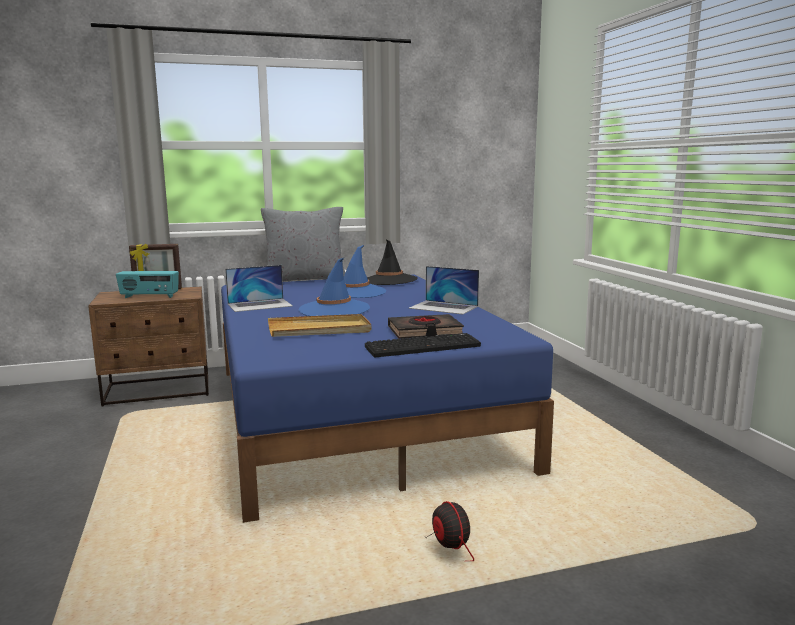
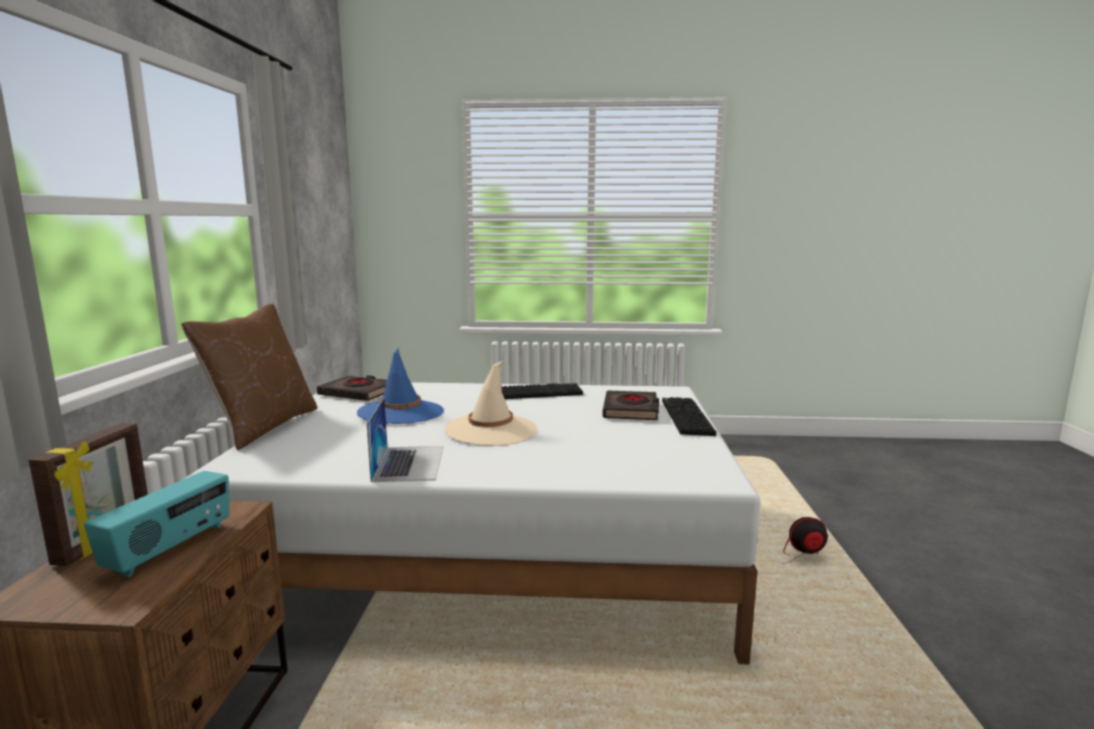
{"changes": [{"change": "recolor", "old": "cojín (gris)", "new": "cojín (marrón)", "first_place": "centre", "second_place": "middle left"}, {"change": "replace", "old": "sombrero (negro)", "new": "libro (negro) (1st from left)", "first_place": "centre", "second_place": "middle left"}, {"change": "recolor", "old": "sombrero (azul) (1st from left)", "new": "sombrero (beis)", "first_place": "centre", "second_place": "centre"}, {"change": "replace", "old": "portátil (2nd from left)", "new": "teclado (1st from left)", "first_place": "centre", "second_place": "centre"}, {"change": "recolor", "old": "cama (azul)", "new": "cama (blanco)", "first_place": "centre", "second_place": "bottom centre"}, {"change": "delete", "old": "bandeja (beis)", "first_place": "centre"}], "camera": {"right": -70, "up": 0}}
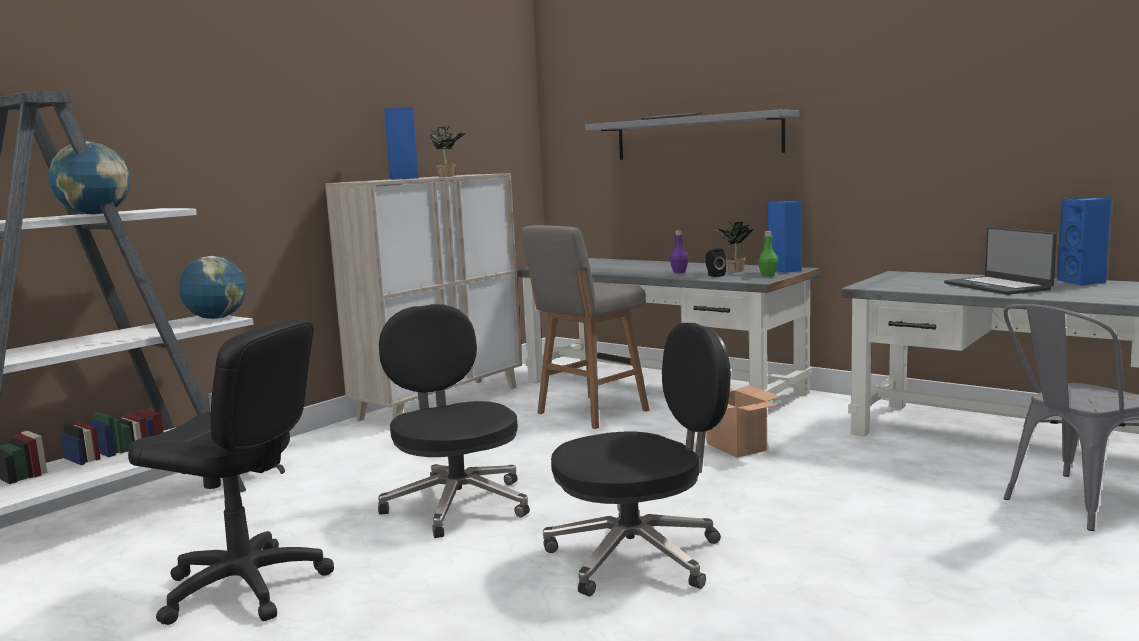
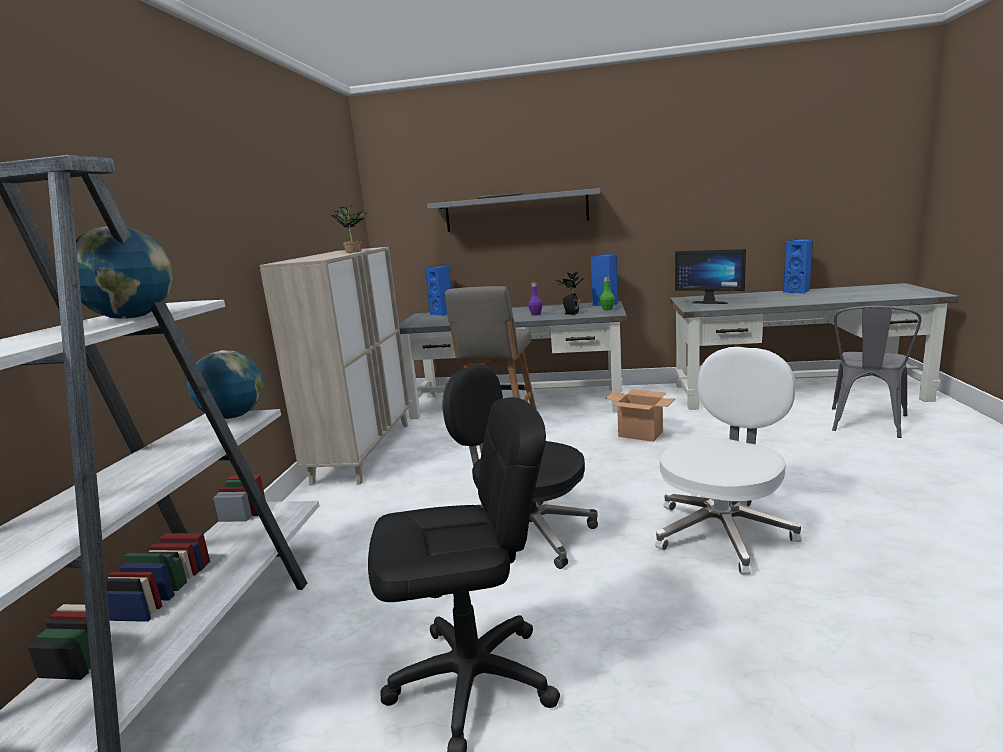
{"changes": [{"change": "move", "old": "altavoz (azul) (1st from left)", "first_place": "top centre", "second_place": "centre"}, {"change": "delete", "old": "portátil", "first_place": "middle right"}, {"change": "recolor", "old": "silla de oficina (negro) (3rd from left)", "new": "silla de oficina (blanco)", "first_place": "bottom centre", "second_place": "middle right"}, {"change": "insert", "new": "monitor", "second_place": "middle right"}], "camera": {"right": -30, "up": 5}}
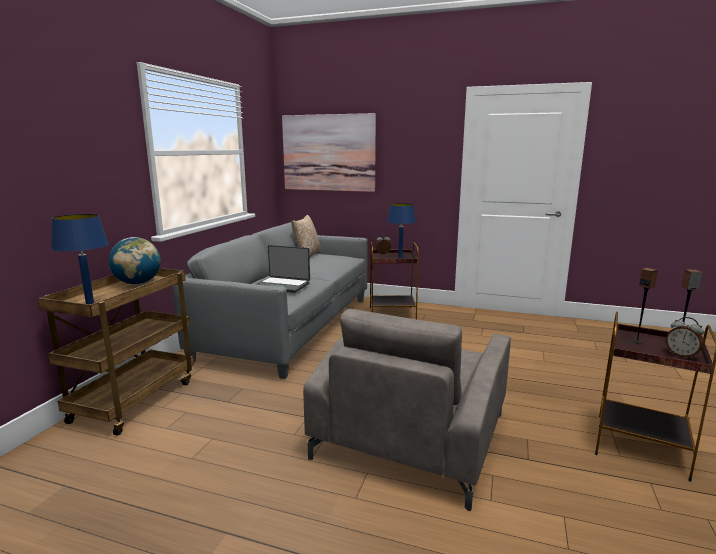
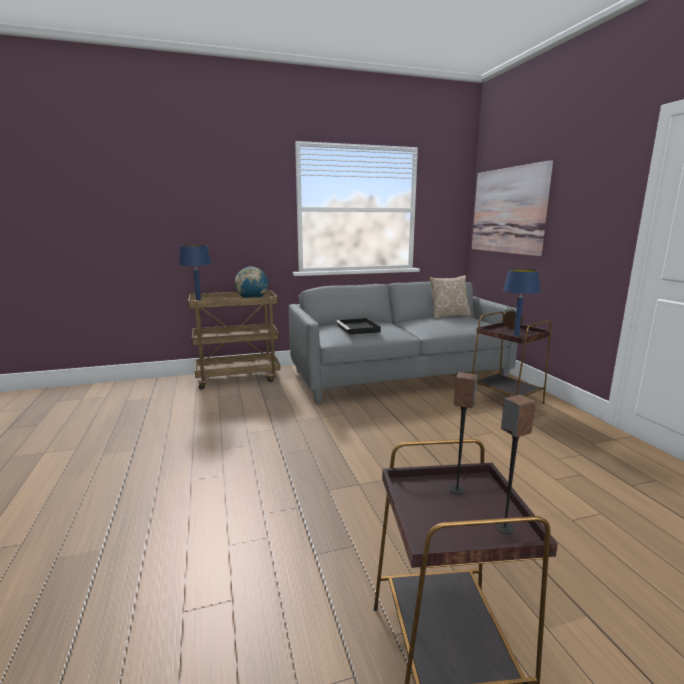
{"changes": [{"change": "replace", "old": "portátil", "new": "bandeja (negro)", "first_place": "centre", "second_place": "centre"}, {"change": "delete", "old": "sillón (gris)", "first_place": "bottom centre"}, {"change": "delete", "old": "despertador (2nd from left)", "first_place": "middle right"}], "camera": {"right": 55, "up": 0}}
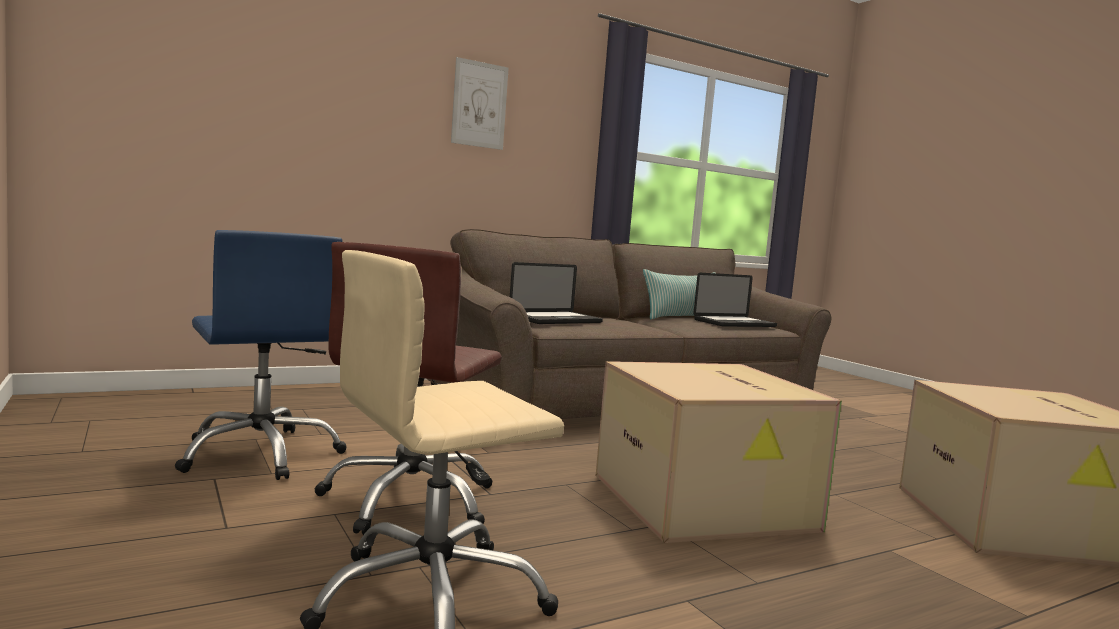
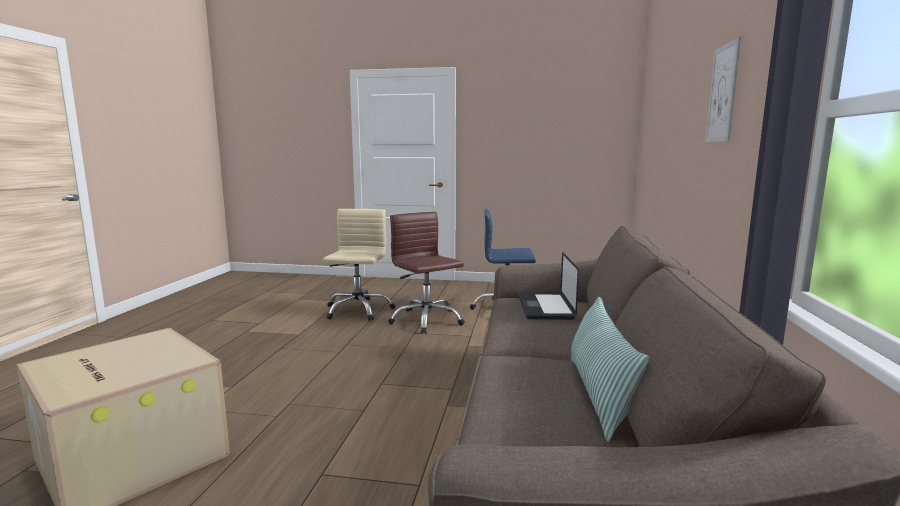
{"changes": [{"change": "delete", "old": "portátil (2nd from left)", "first_place": "centre"}, {"change": "delete", "old": "caja de cartón (1st from left)", "first_place": "bottom centre"}], "camera": {"right": 130, "up": 5}}
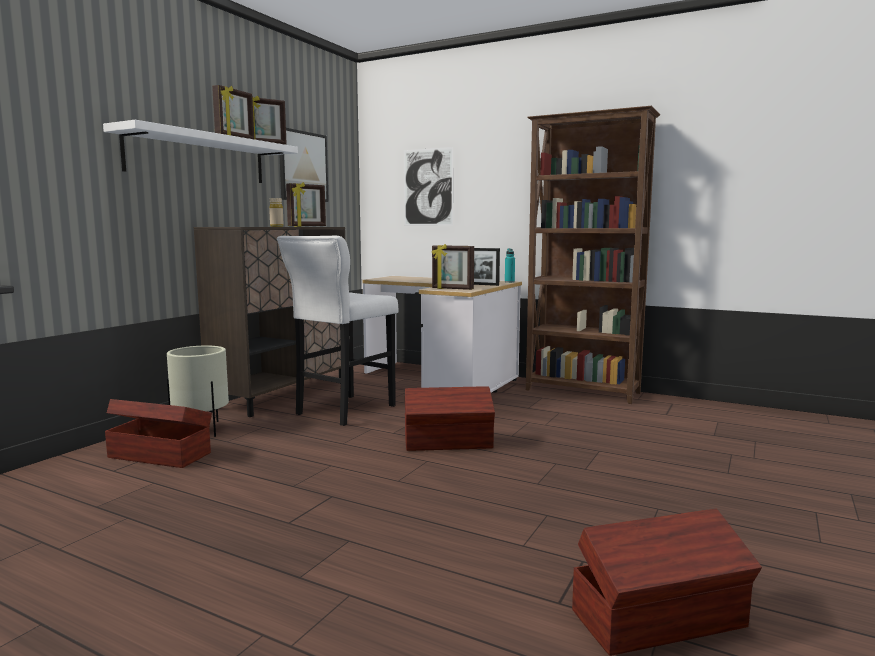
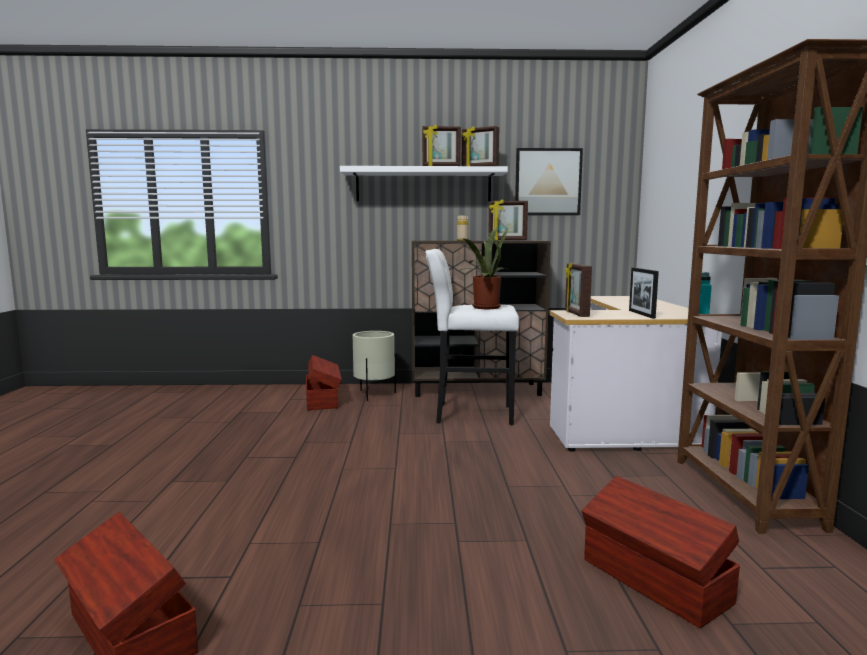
{"changes": [{"change": "delete", "old": "cuadro (2nd from left)", "first_place": "top centre"}, {"change": "move", "old": "caja de almacenaje (marrón) (2nd from left in the first image)", "new": "caja de almacenaje (marrón) (3rd from left)", "first_place": "centre", "second_place": "bottom right"}, {"change": "insert", "new": "planta en maceta", "second_place": "centre"}], "camera": {"right": 60, "up": 0}}
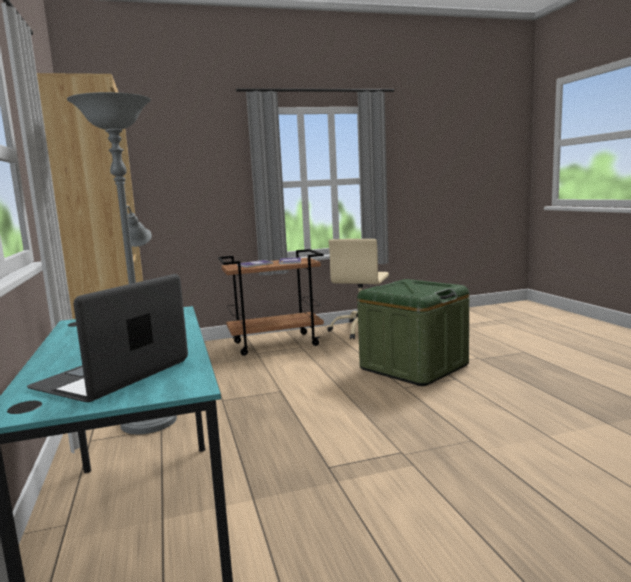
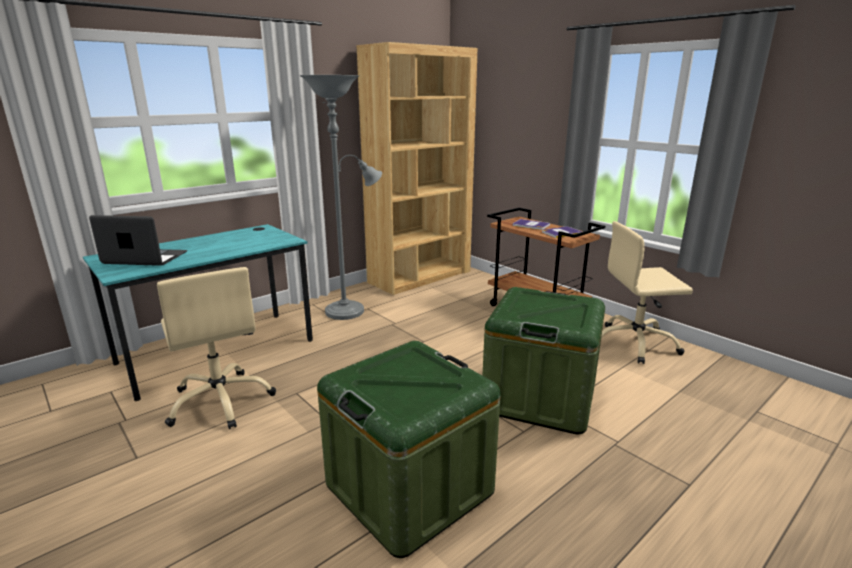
{"changes": [{"change": "insert", "new": "silla de oficina (beis) (1st from left)", "second_place": "middle left"}, {"change": "insert", "new": "caja de almacenaje (verde) (1st from left)", "second_place": "bottom centre"}], "camera": {"right": 65, "up": 10}}
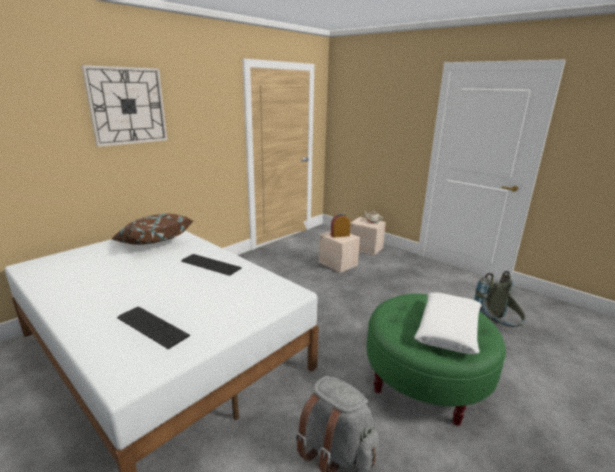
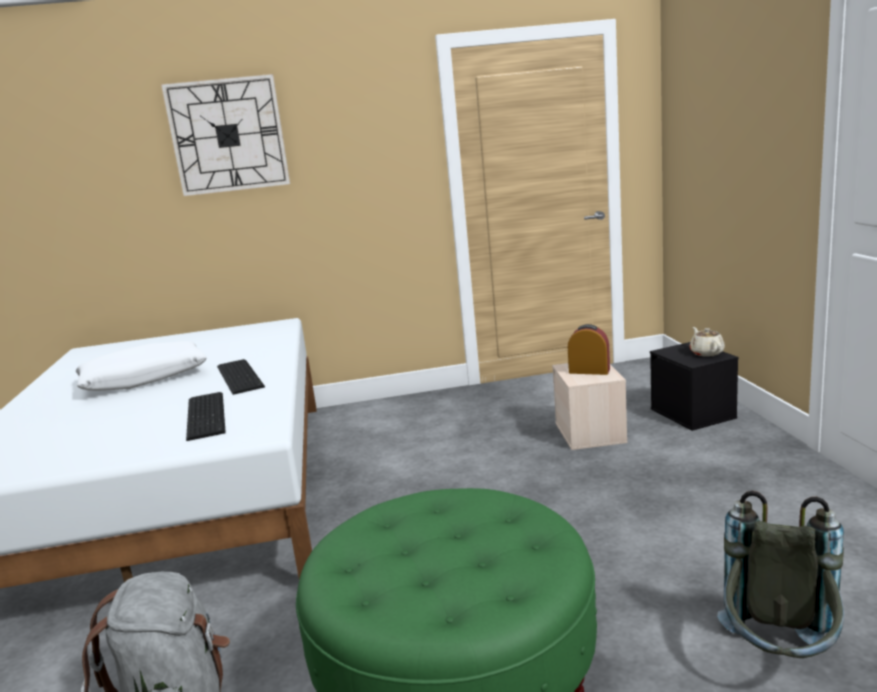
{"changes": [{"change": "delete", "old": "cojín (marrón)", "first_place": "middle left"}, {"change": "recolor", "old": "caja de almacenaje (beis) (2nd from left)", "new": "caja de almacenaje (negro)", "first_place": "centre", "second_place": "middle right"}, {"change": "move", "old": "cojín (blanco)", "first_place": "bottom right", "second_place": "middle left"}, {"change": "move", "old": "teclado (1st from left)", "first_place": "bottom left", "second_place": "middle left"}], "camera": {"right": 40, "up": -5}}
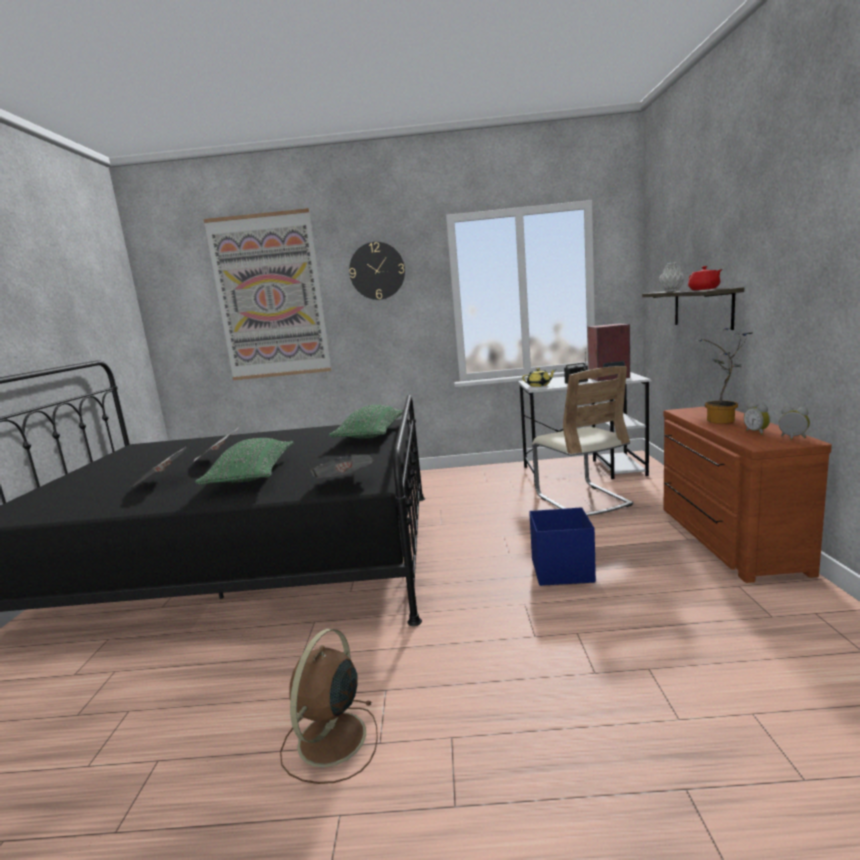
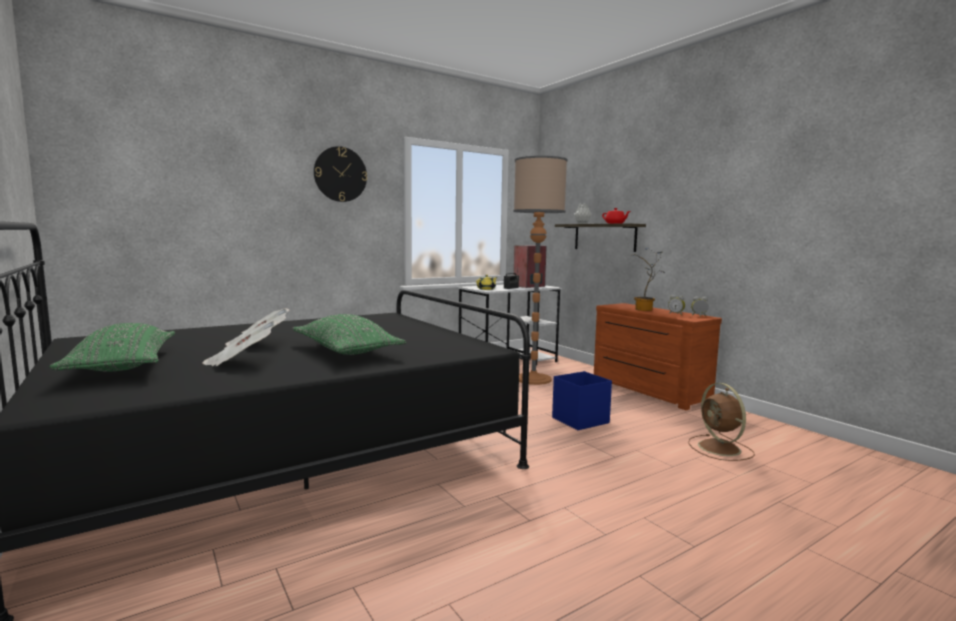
{"changes": [{"change": "delete", "old": "cuadro", "first_place": "middle left"}, {"change": "replace", "old": "silla (beis)", "new": "lámpara de pie", "first_place": "middle right", "second_place": "centre"}, {"change": "move", "old": "cojín (verde) (2nd from left in the first image)", "new": "cojín (verde) (1st from left)", "first_place": "centre", "second_place": "middle left"}, {"change": "delete", "old": "periódico (3rd from left)", "first_place": "centre"}, {"change": "move", "old": "ventilador (marrón)", "first_place": "bottom centre", "second_place": "bottom right"}], "camera": {"right": -35, "up": -5}}
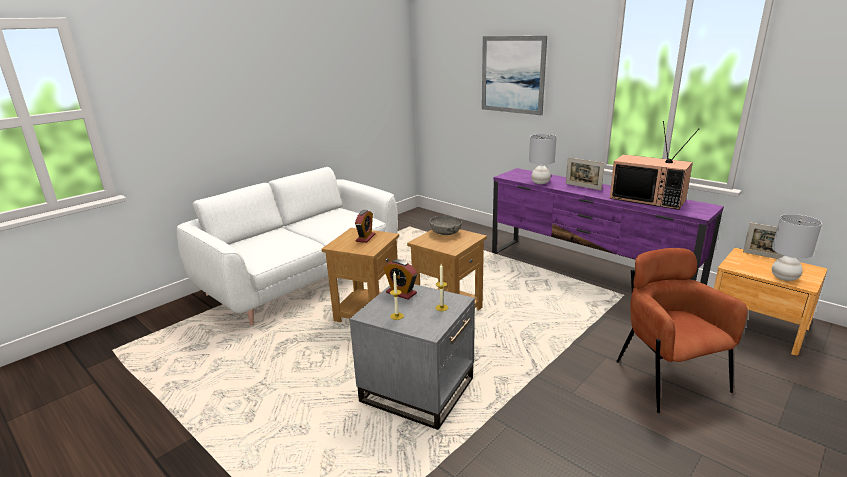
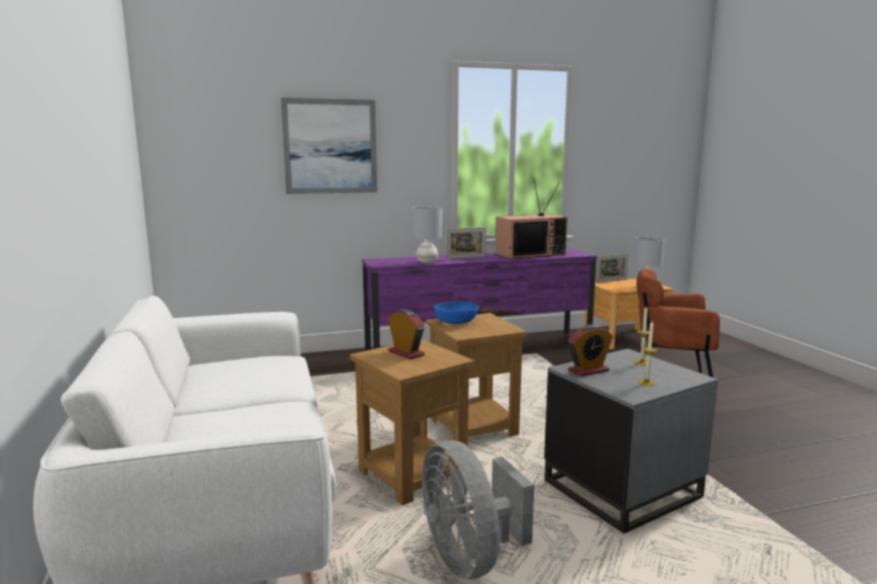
{"changes": [{"change": "recolor", "old": "cuenco (gris)", "new": "cuenco (azul)", "first_place": "centre", "second_place": "centre"}, {"change": "insert", "new": "ventilador (gris)", "second_place": "bottom centre"}], "camera": {"right": -60, "up": -10}}
